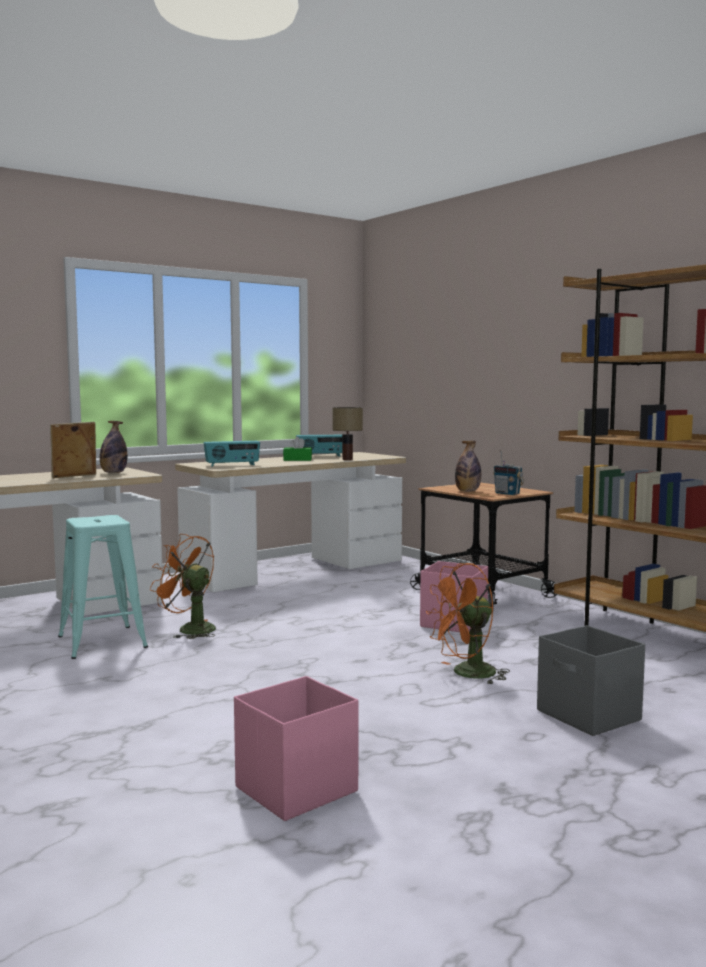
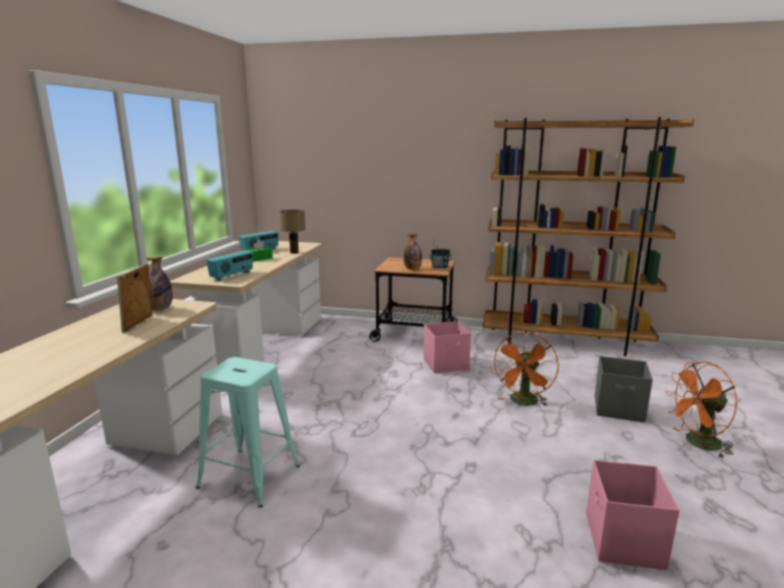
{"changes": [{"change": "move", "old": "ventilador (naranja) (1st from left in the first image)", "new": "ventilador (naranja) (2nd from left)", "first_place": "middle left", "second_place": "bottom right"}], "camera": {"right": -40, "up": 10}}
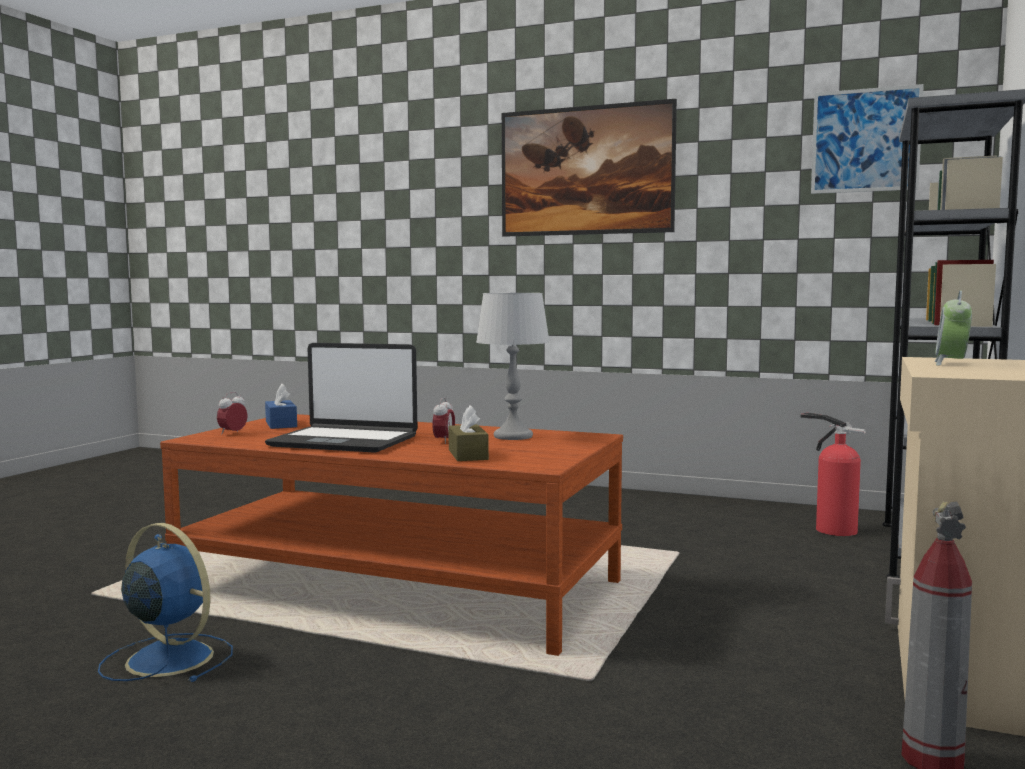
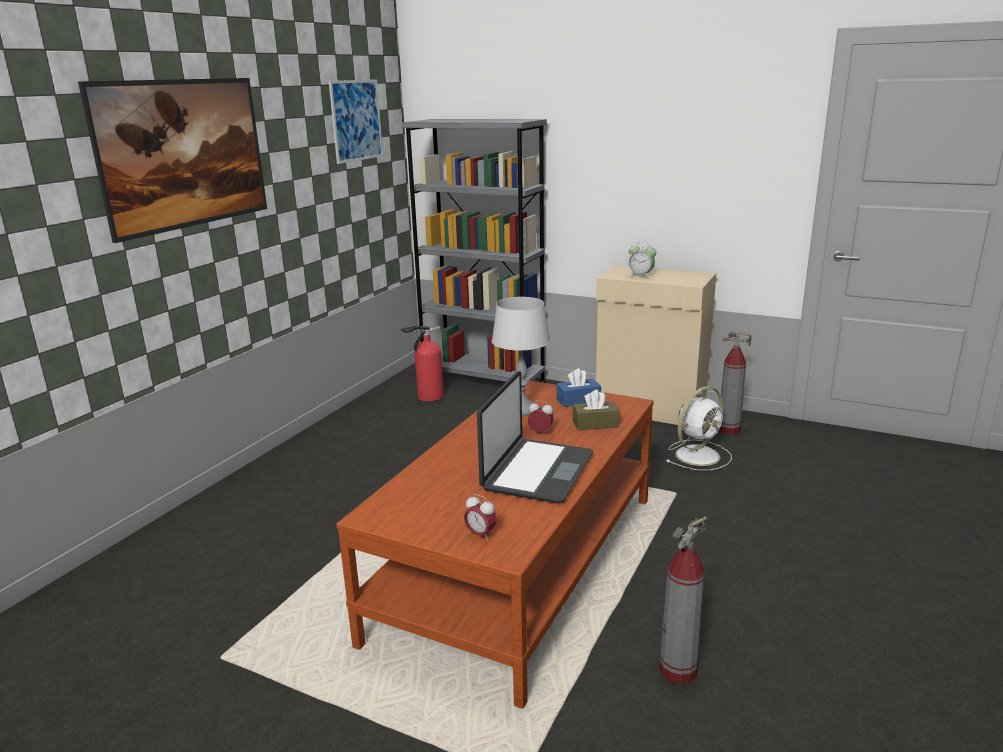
{"changes": [{"change": "move", "old": "caja de pañuelos (azul)", "first_place": "middle left", "second_place": "centre"}, {"change": "replace", "old": "ventilador (azul)", "new": "extintor (2nd from left)", "first_place": "bottom left", "second_place": "bottom right"}, {"change": "insert", "new": "ventilador (blanco)", "second_place": "middle right"}], "camera": {"right": -85, "up": 15}}
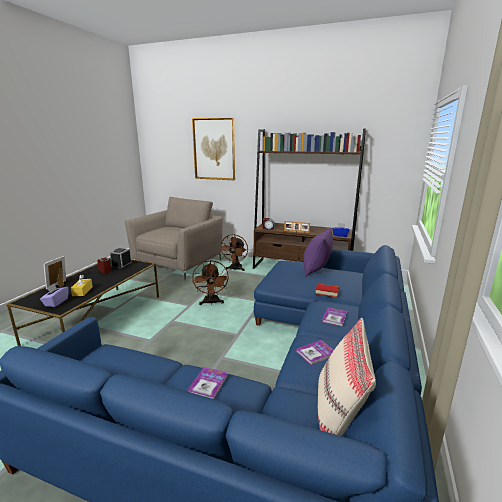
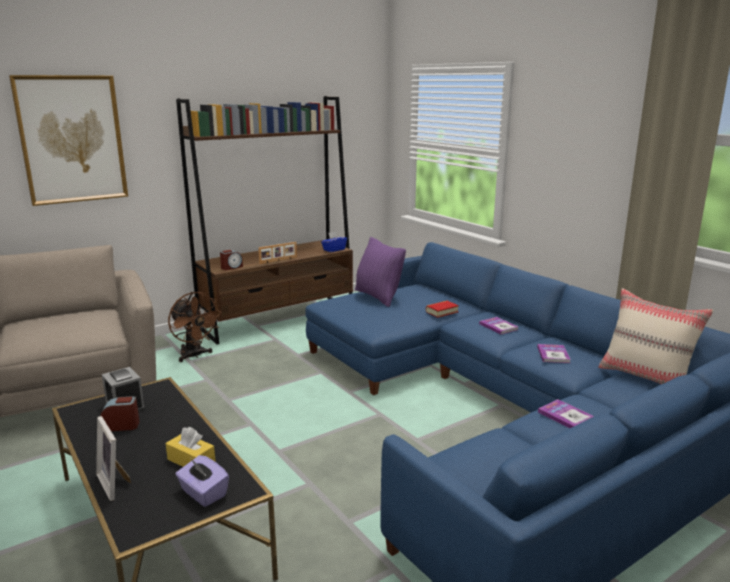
{"changes": [{"change": "delete", "old": "ventilador (marrón) (1st from left)", "first_place": "centre"}], "camera": {"right": -55, "up": 0}}
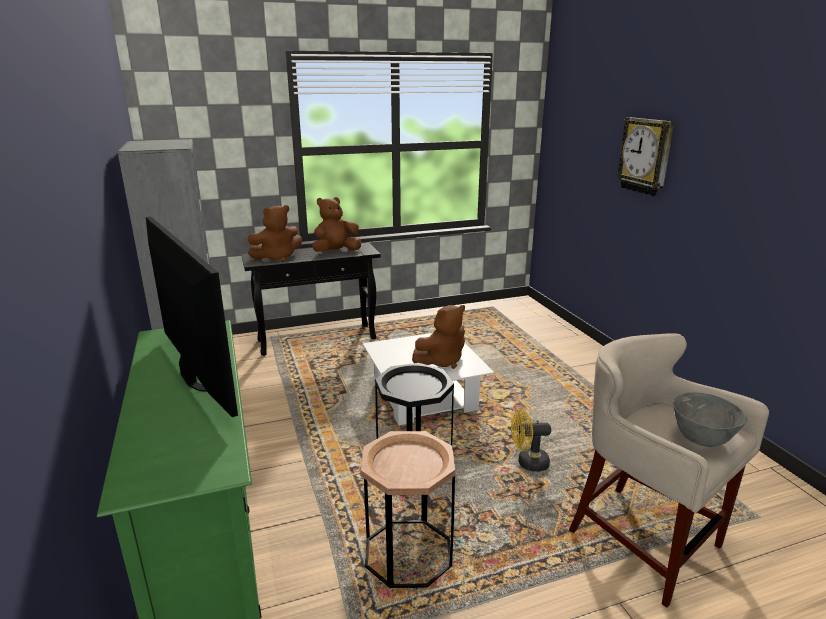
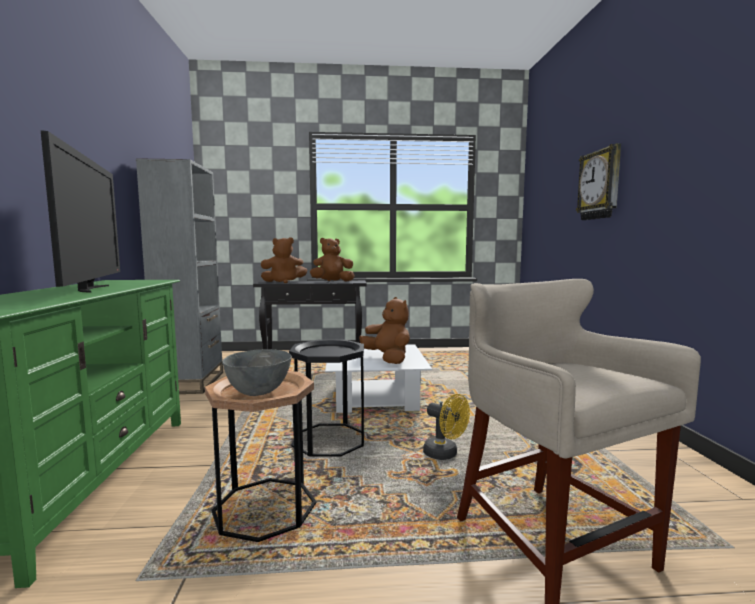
{"changes": [{"change": "rotate", "old": "peluche (marrón) (3rd from left)", "first_place": "centre", "second_place": "centre", "degrees": -105}, {"change": "move", "old": "cuenco (gris)", "first_place": "bottom right", "second_place": "centre"}, {"change": "rotate", "old": "ventilador (amarillo)", "first_place": "bottom centre", "second_place": "bottom centre", "degrees": -150}], "camera": {"right": 15, "up": -15}}
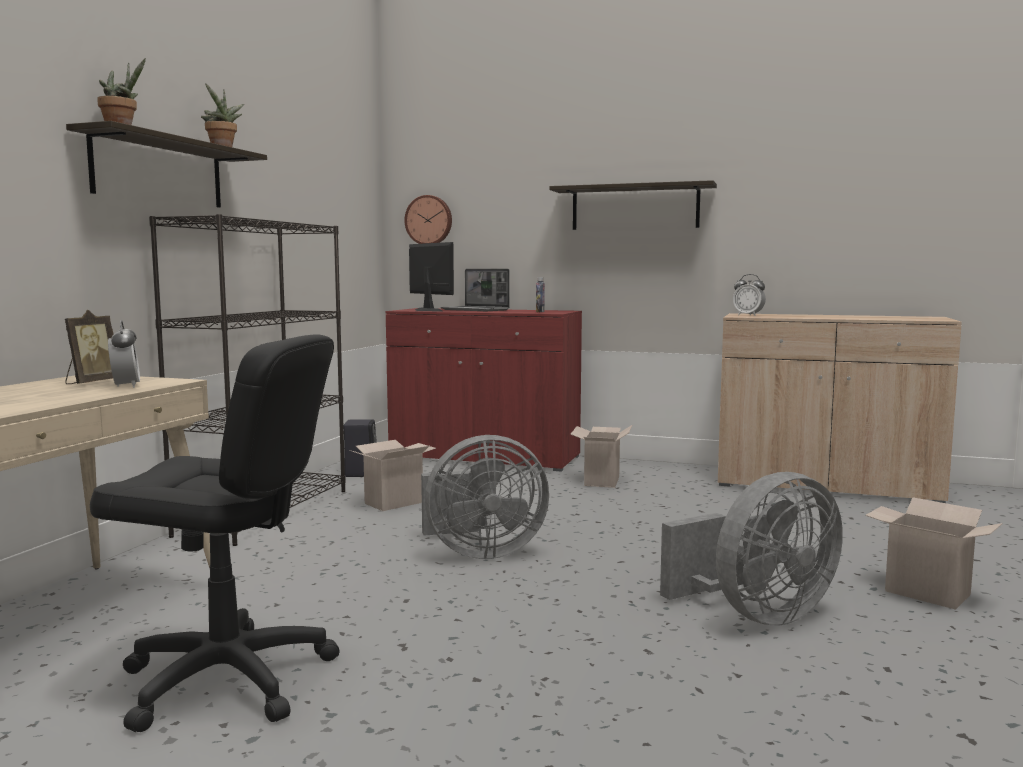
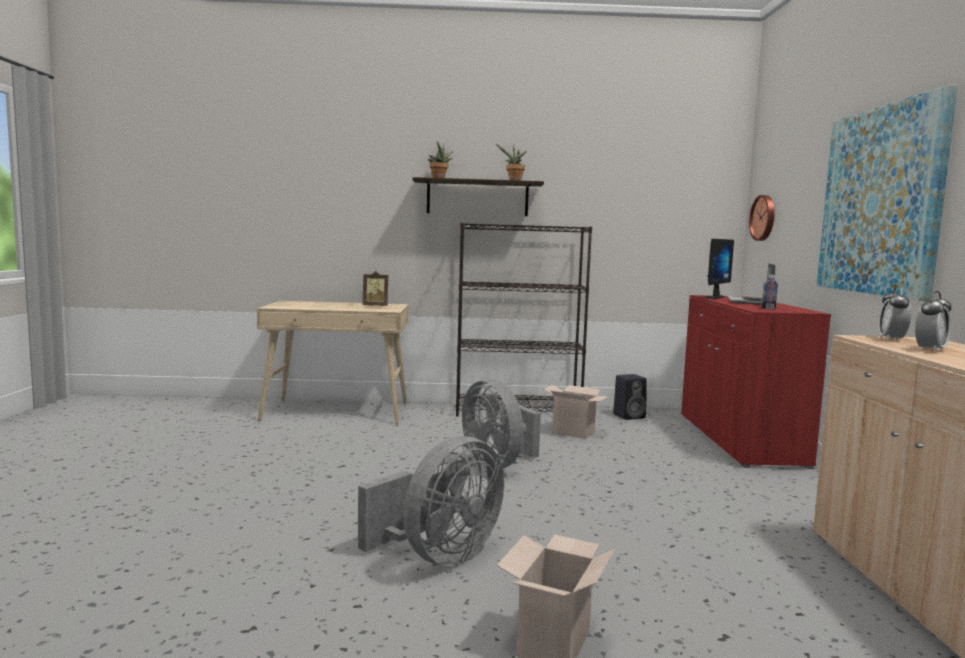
{"changes": [{"change": "replace", "old": "estante (2nd from left)", "new": "cuadro", "first_place": "top centre", "second_place": "top right"}, {"change": "move", "old": "despertador (1st from left in the first image)", "new": "despertador (2nd from left)", "first_place": "middle left", "second_place": "middle right"}, {"change": "delete", "old": "silla de oficina (negro)", "first_place": "bottom left"}, {"change": "delete", "old": "caja de cartón (2nd from left)", "first_place": "centre"}, {"change": "rotate", "old": "ventilador (gris) (2nd from left in the first image)", "first_place": "bottom right", "second_place": "bottom centre", "degrees": -90}], "camera": {"right": 70, "up": 0}}
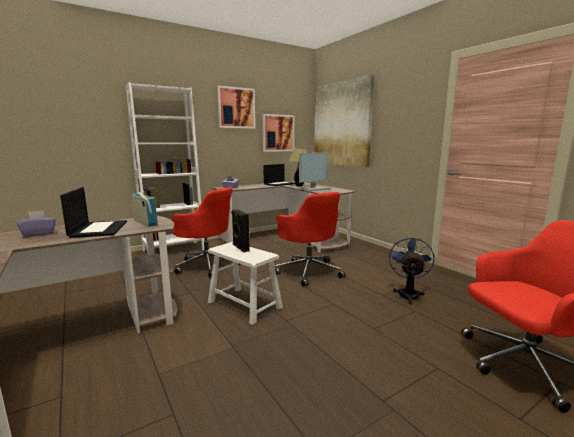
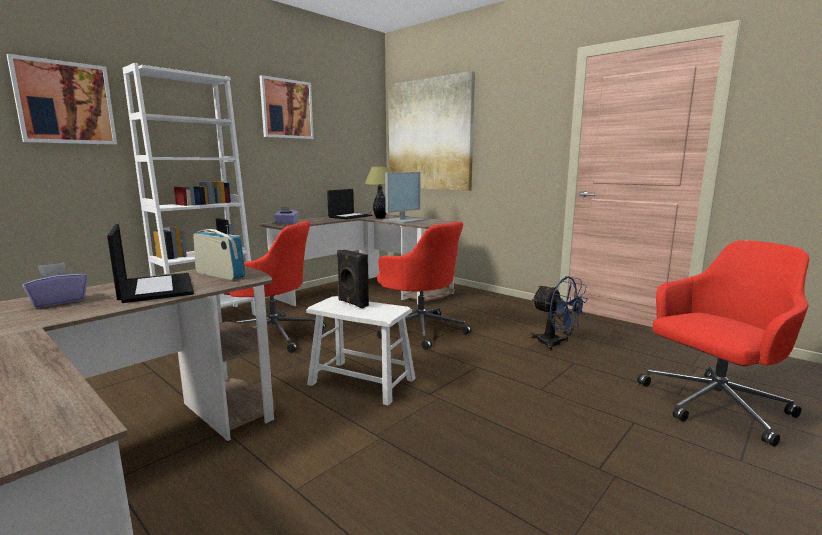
{"changes": [{"change": "move", "old": "cuadro (2nd from left in the first image)", "new": "cuadro (1st from left)", "first_place": "top centre", "second_place": "top left"}, {"change": "rotate", "old": "ventilador (azul)", "first_place": "middle right", "second_place": "middle right", "degrees": 135}], "camera": {"right": -15, "up": 0}}
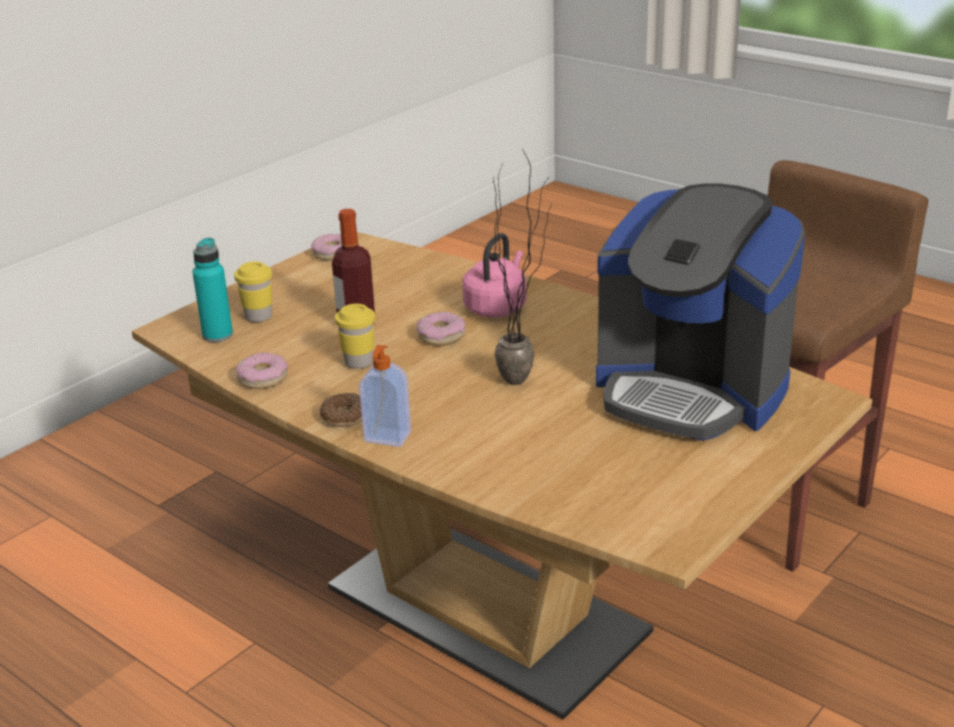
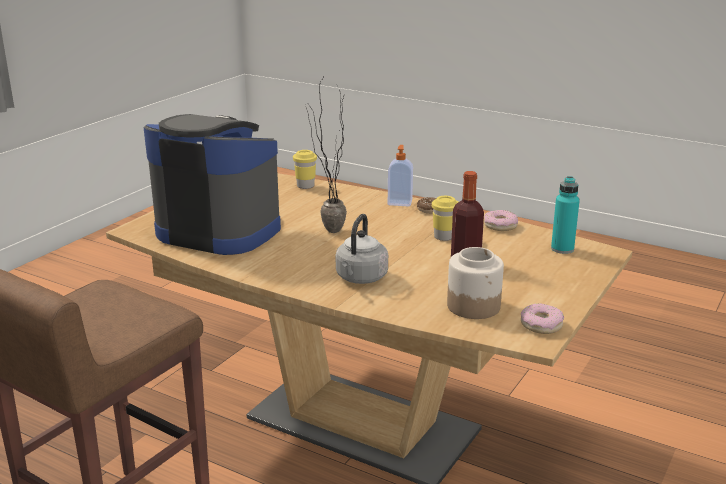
{"changes": [{"change": "recolor", "old": "hervidor (rosa)", "new": "hervidor (gris)", "first_place": "centre", "second_place": "centre"}, {"change": "move", "old": "taza (amarillo) (1st from left)", "first_place": "middle left", "second_place": "centre"}, {"change": "delete", "old": "rosquilla (4th from left)", "first_place": "centre"}, {"change": "insert", "new": "tarro", "second_place": "centre"}], "camera": {"right": 170, "up": -5}}
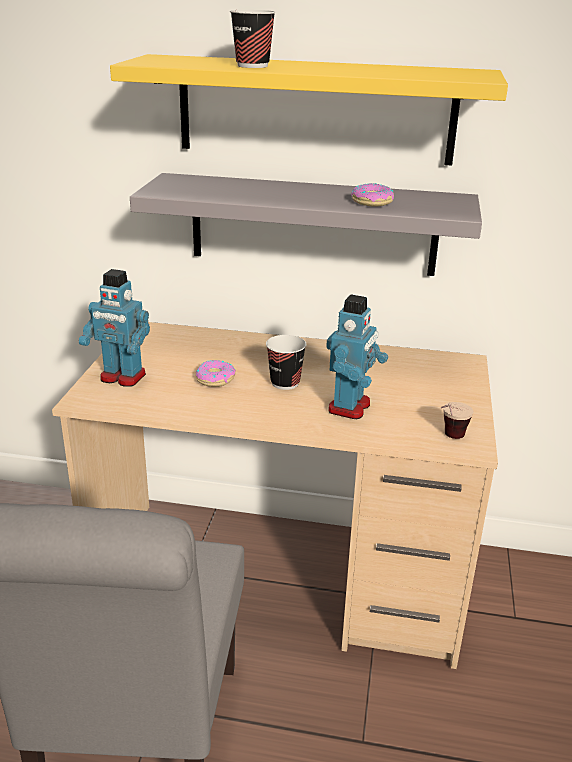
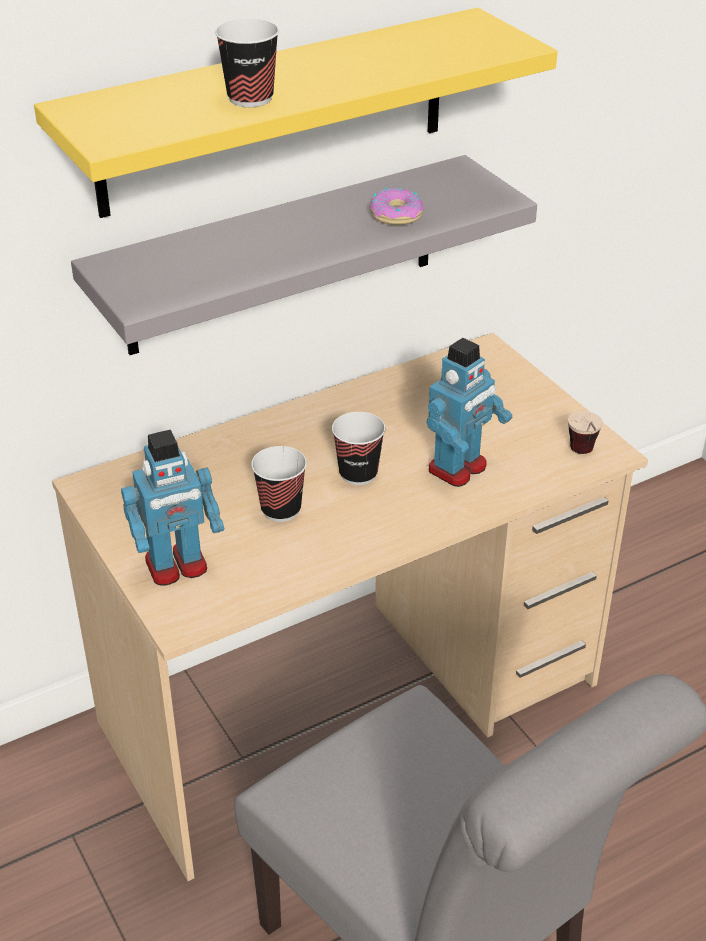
{"changes": [{"change": "rotate", "old": "robot de juguete (2nd from left)", "first_place": "centre", "second_place": "centre", "degrees": 60}, {"change": "replace", "old": "rosquilla (1st from left)", "new": "taza (2nd from left)", "first_place": "centre", "second_place": "centre"}], "camera": {"right": -40, "up": 10}}
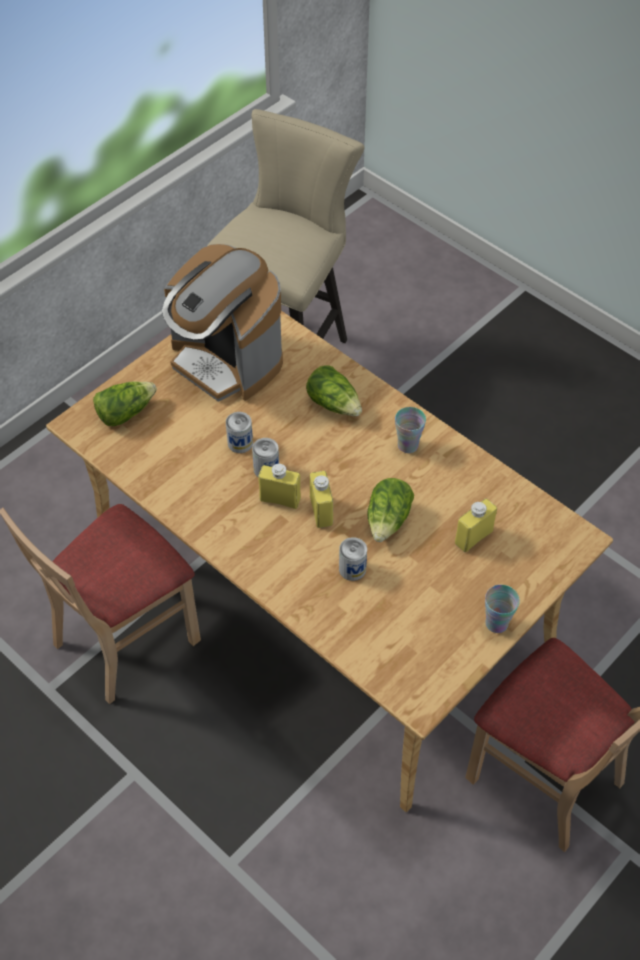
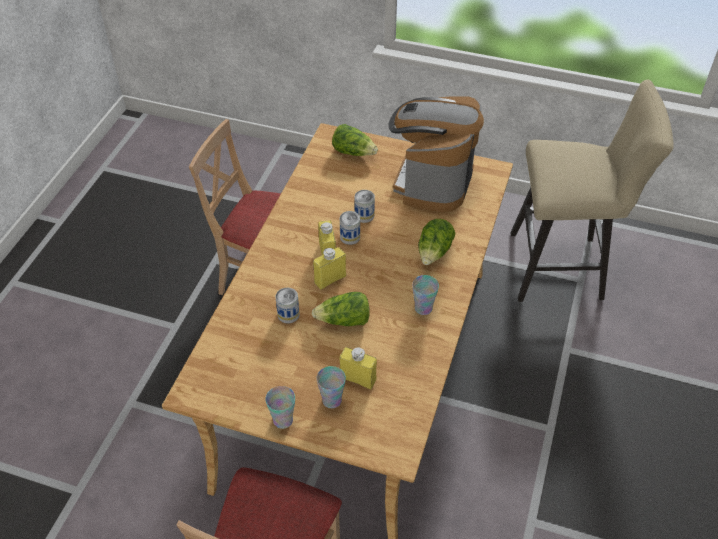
{"changes": [{"change": "insert", "new": "taza (2nd from left)", "second_place": "bottom centre"}], "camera": {"right": 65, "up": -5}}
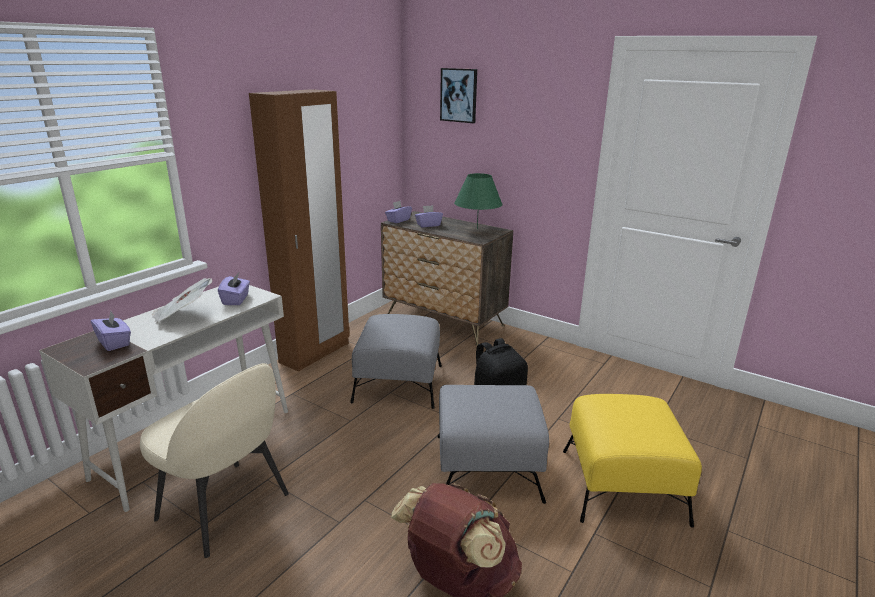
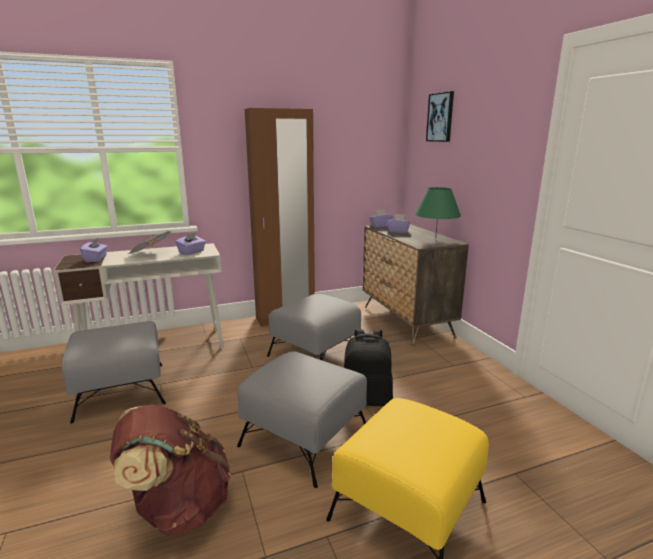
{"changes": [{"change": "replace", "old": "silla (beis)", "new": "puf (gris) (1st from left)", "first_place": "bottom left", "second_place": "middle left"}], "camera": {"right": 35, "up": -5}}
